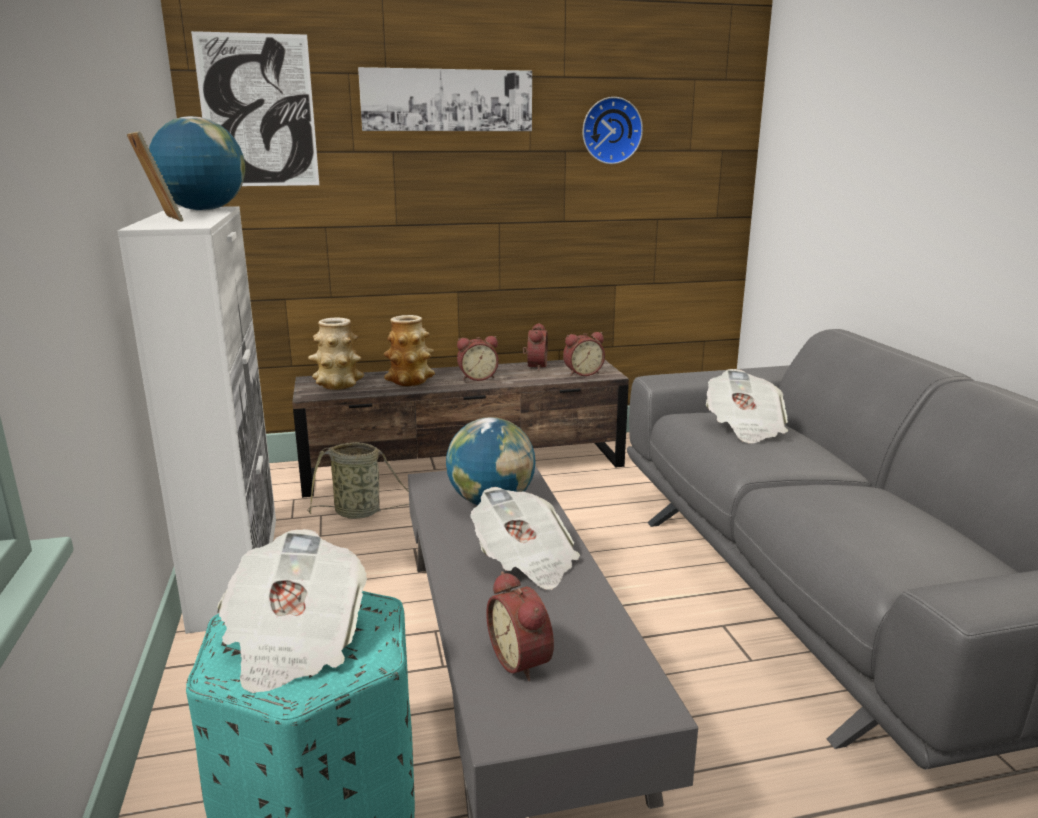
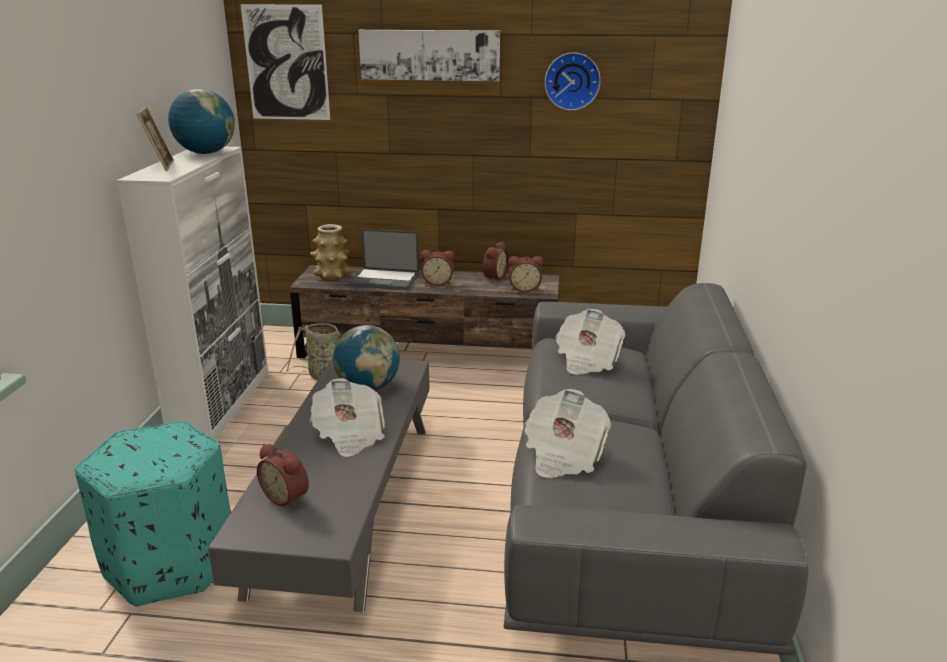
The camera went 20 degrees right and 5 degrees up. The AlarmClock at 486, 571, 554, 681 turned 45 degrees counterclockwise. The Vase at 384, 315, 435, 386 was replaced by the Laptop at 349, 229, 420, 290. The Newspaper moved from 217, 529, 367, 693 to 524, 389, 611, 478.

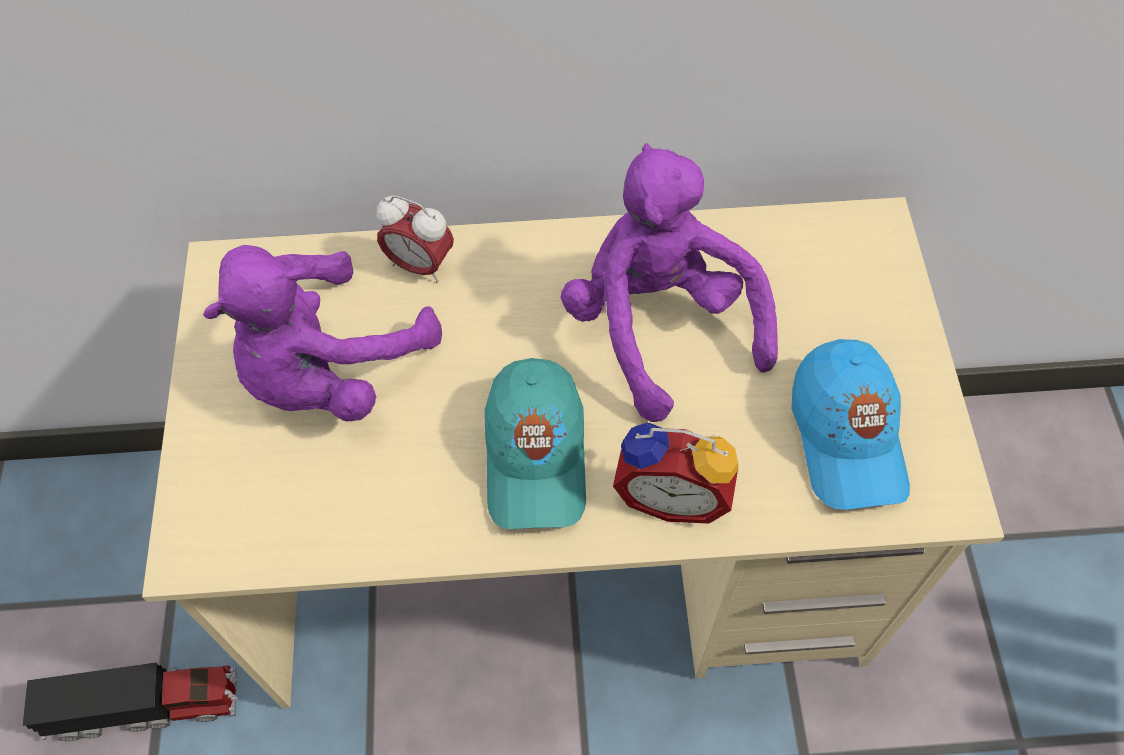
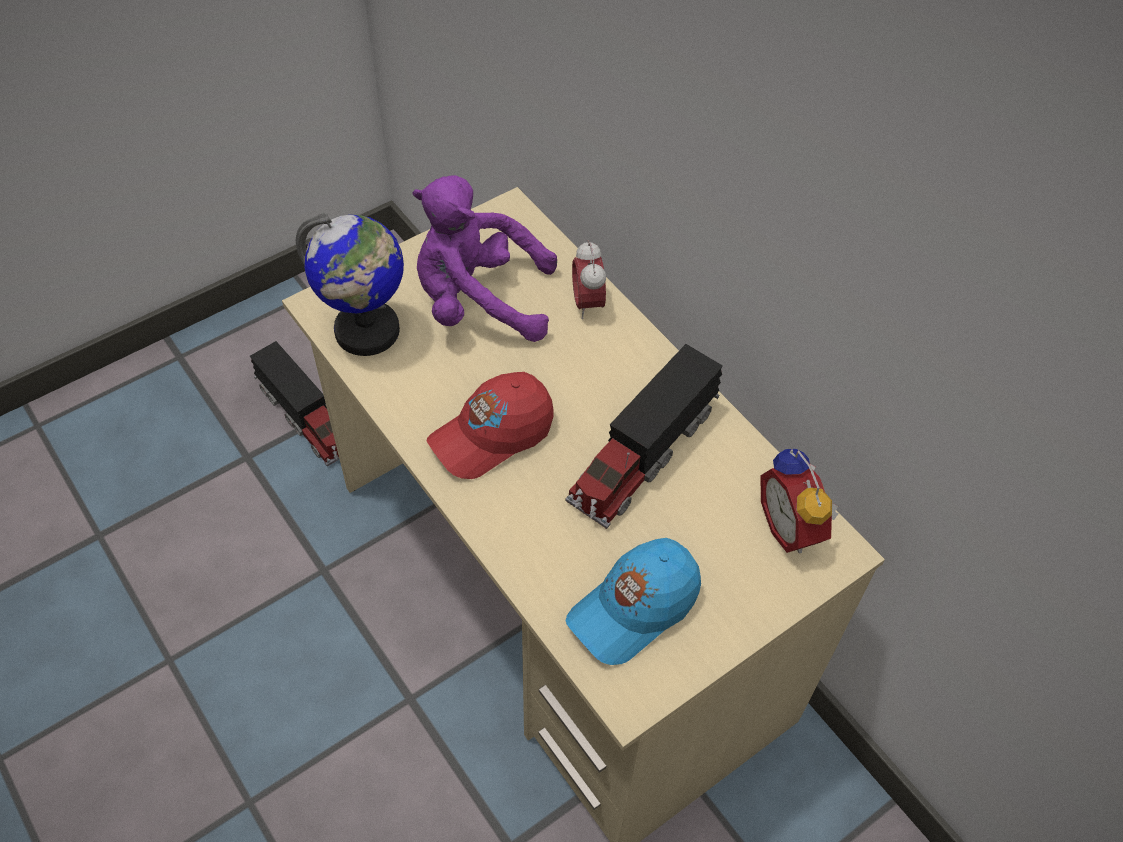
The camera went 55 degrees right and 5 degrees down. The Globe at 296, 212, 404, 356 appeared. The TurquoiseCap at 484, 358, 586, 529 became the RedCap at 427, 372, 553, 479. The PurplePlushToy at 561, 143, 778, 422 was replaced by the ToyTruck at 565, 344, 723, 529. The AlarmClock moved from 613, 422, 739, 524 to 760, 449, 838, 554.

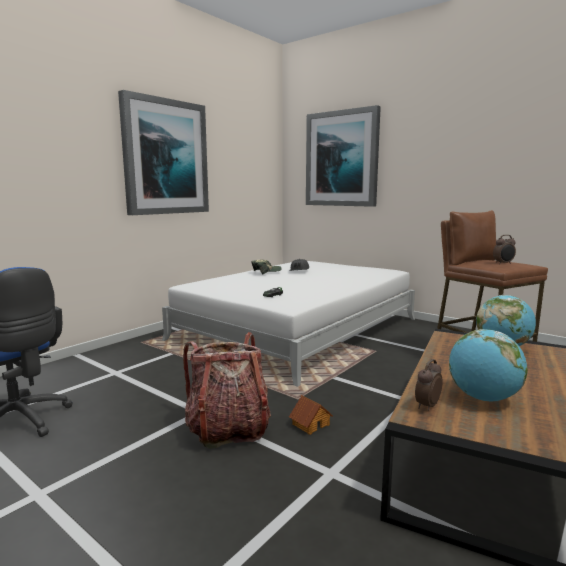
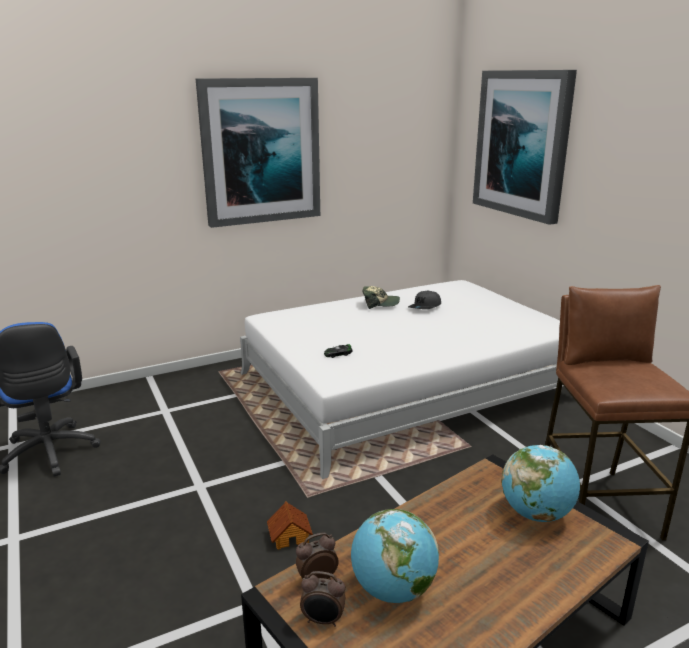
The camera went 25 degrees right and 10 degrees up. The AlarmClock moved from 493, 235, 516, 264 to 300, 571, 345, 627. The Backpack at 183, 332, 271, 449 disappeared.

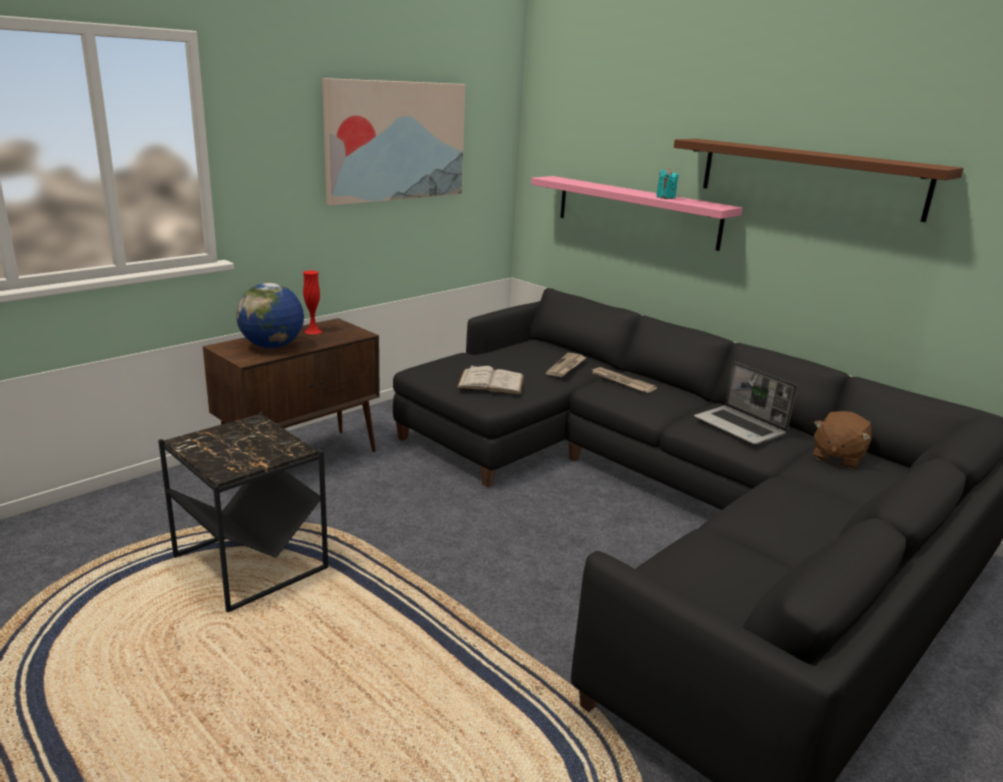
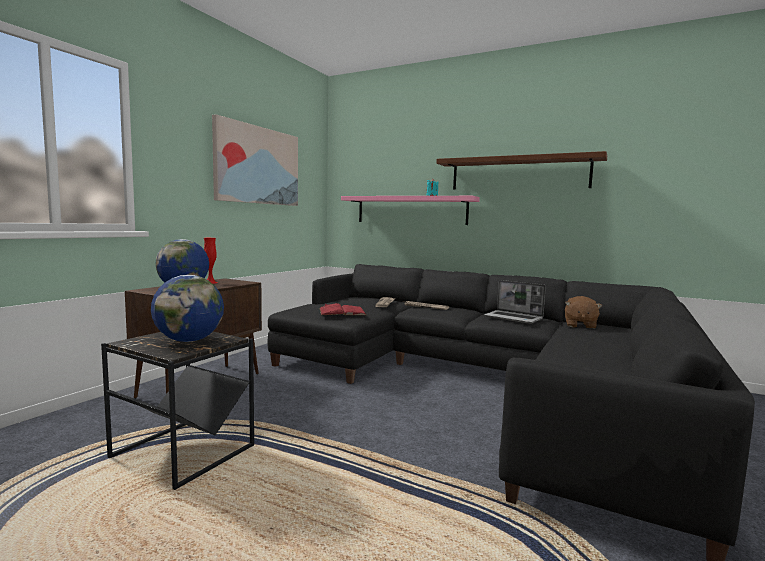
The camera went 15 degrees left and 15 degrees down. The Globe at 151, 275, 224, 342 appeared. The WhiteBook at 457, 365, 524, 394 became the RedBook at 319, 303, 366, 315.

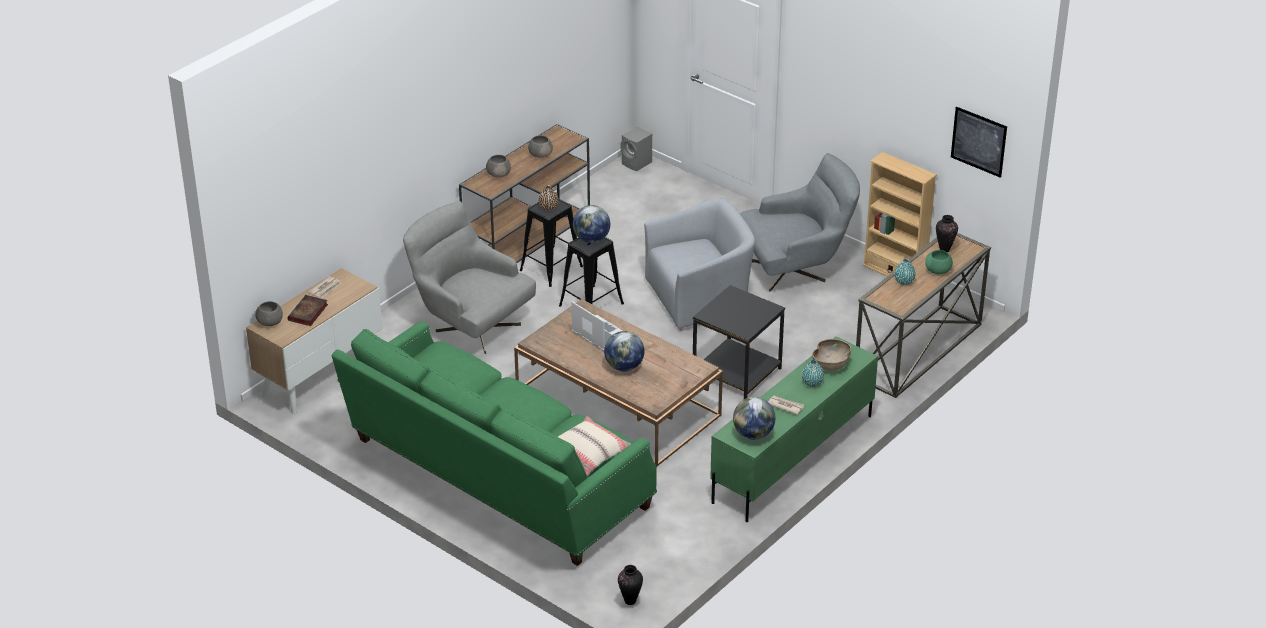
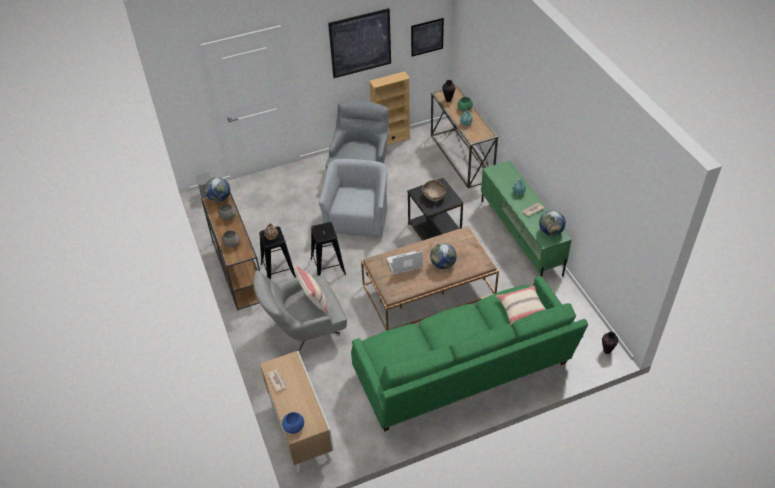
The camera went 60 degrees left and 10 degrees up. The Globe moved from 573, 205, 610, 243 to 205, 177, 230, 202. The GreyBowl at 255, 301, 283, 326 became the BlueBowl at 282, 412, 304, 434. The BeigePillow at 295, 265, 328, 314 appeared. The Picture at 328, 8, 391, 78 appeared. The BrownBowl moved from 812, 339, 851, 371 to 422, 180, 446, 201. The Book at 288, 295, 328, 326 disappeared.

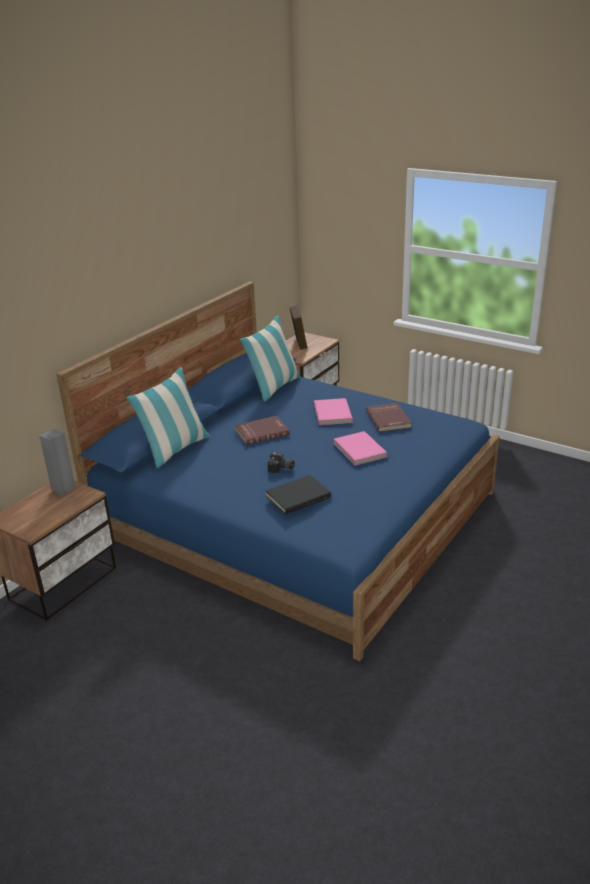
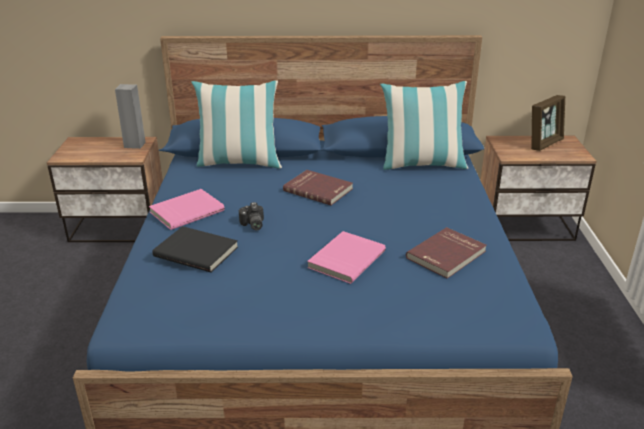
The camera went 55 degrees right and 0 degrees up. The PinkBook moved from 314, 398, 353, 425 to 149, 189, 225, 230.

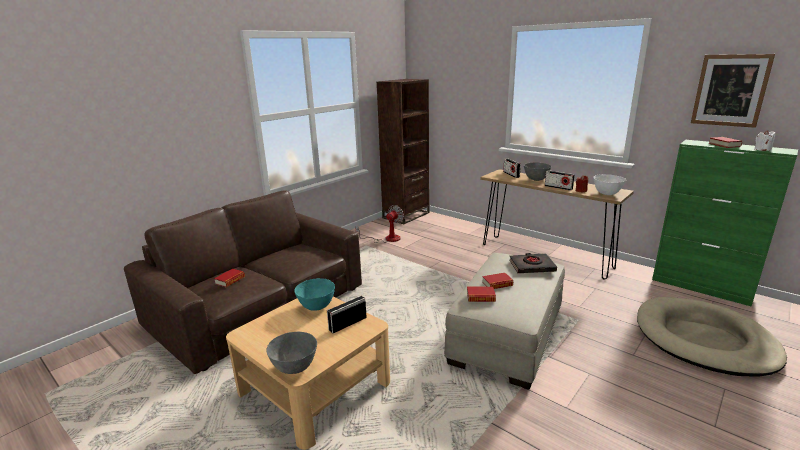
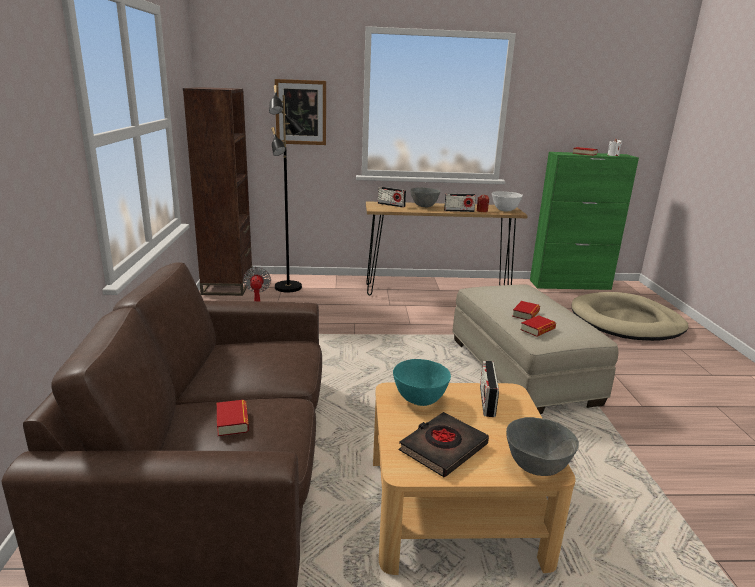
The camera went 45 degrees left and 0 degrees up. The BlackFloorLamp at 269, 85, 305, 292 appeared. The Picture moved from 691, 54, 775, 128 to 275, 79, 326, 145. The BlackBook moved from 509, 253, 557, 273 to 399, 412, 489, 477.

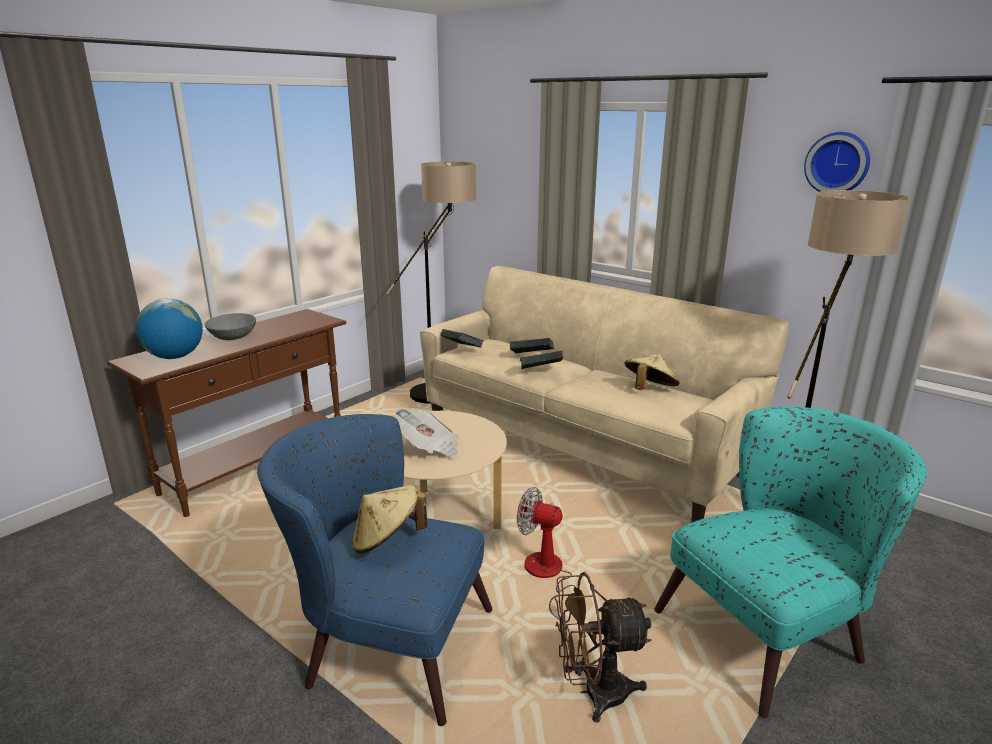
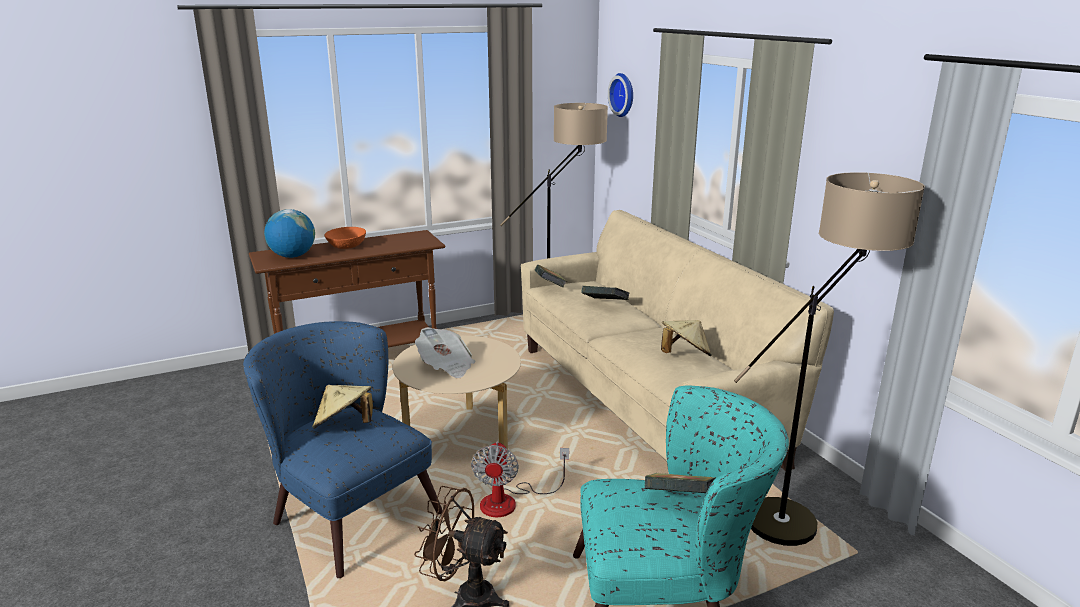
The camera went 25 degrees right and 0 degrees up. The GreyBowl at 204, 313, 256, 340 became the OrangeBowl at 325, 227, 366, 249. The Fan at 517, 487, 582, 623 turned 135 degrees counterclockwise. The WallClock moved from 804, 132, 870, 192 to 608, 73, 633, 117. The Book moved from 520, 350, 563, 369 to 645, 473, 716, 493.

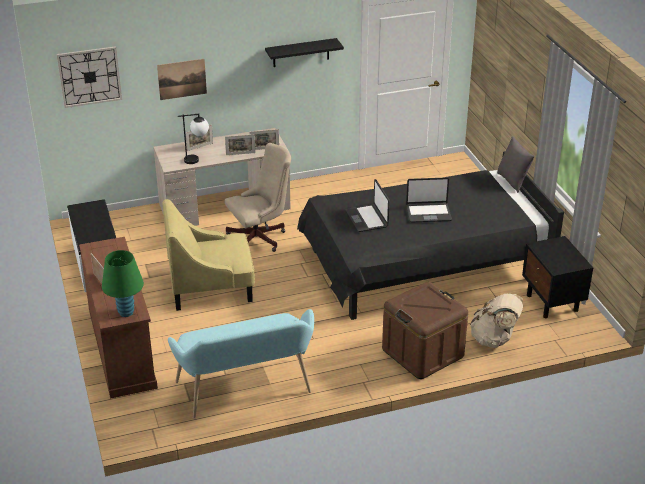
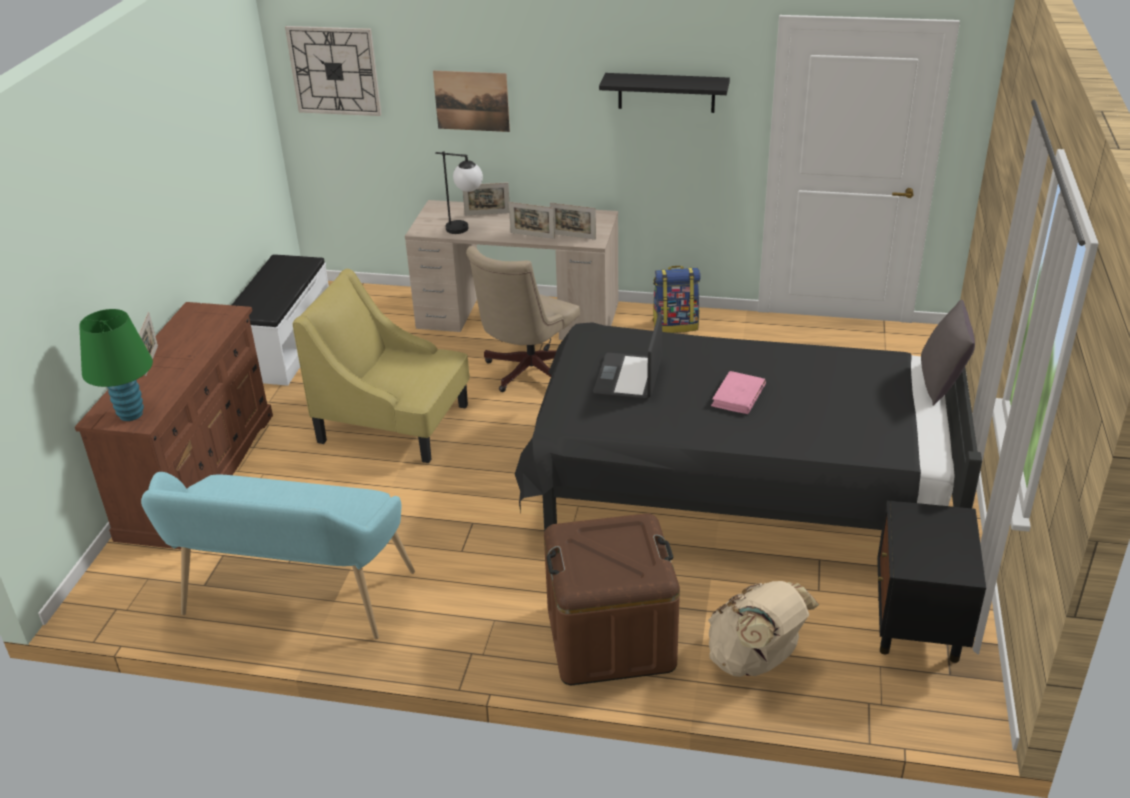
The camera went 30 degrees right and 0 degrees up. The BeigeOfficeChair at 225, 143, 291, 252 turned 120 degrees clockwise. The Backpack at 652, 266, 701, 333 appeared. The Laptop at 406, 177, 452, 222 was replaced by the PinkBook at 711, 371, 766, 414.

